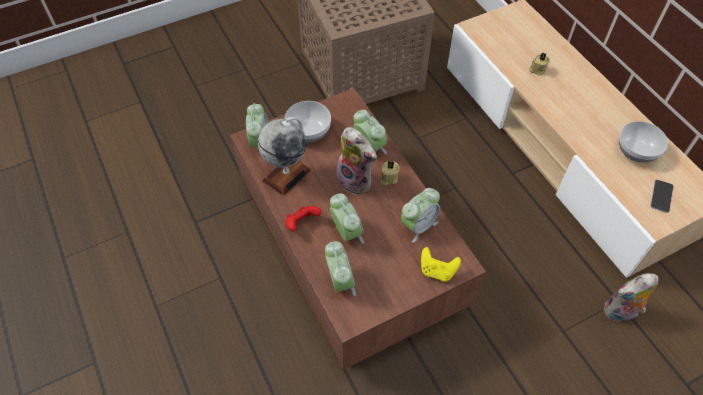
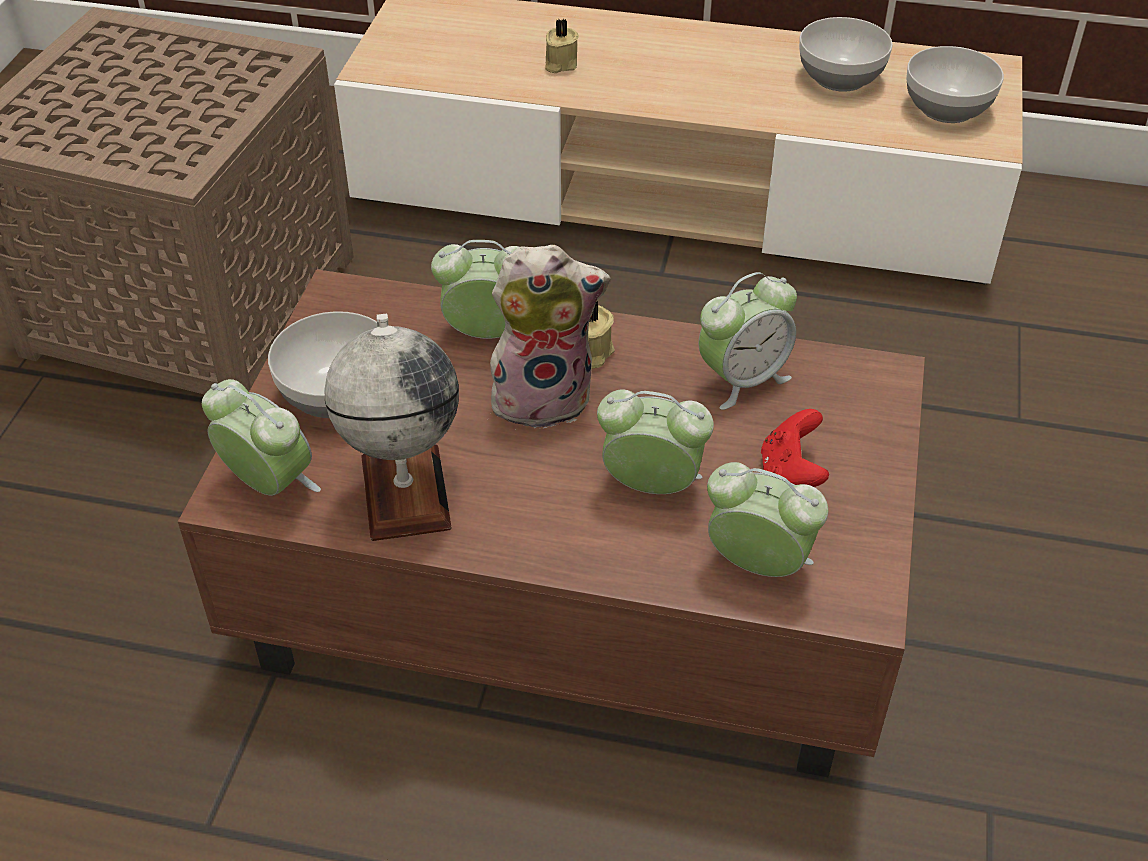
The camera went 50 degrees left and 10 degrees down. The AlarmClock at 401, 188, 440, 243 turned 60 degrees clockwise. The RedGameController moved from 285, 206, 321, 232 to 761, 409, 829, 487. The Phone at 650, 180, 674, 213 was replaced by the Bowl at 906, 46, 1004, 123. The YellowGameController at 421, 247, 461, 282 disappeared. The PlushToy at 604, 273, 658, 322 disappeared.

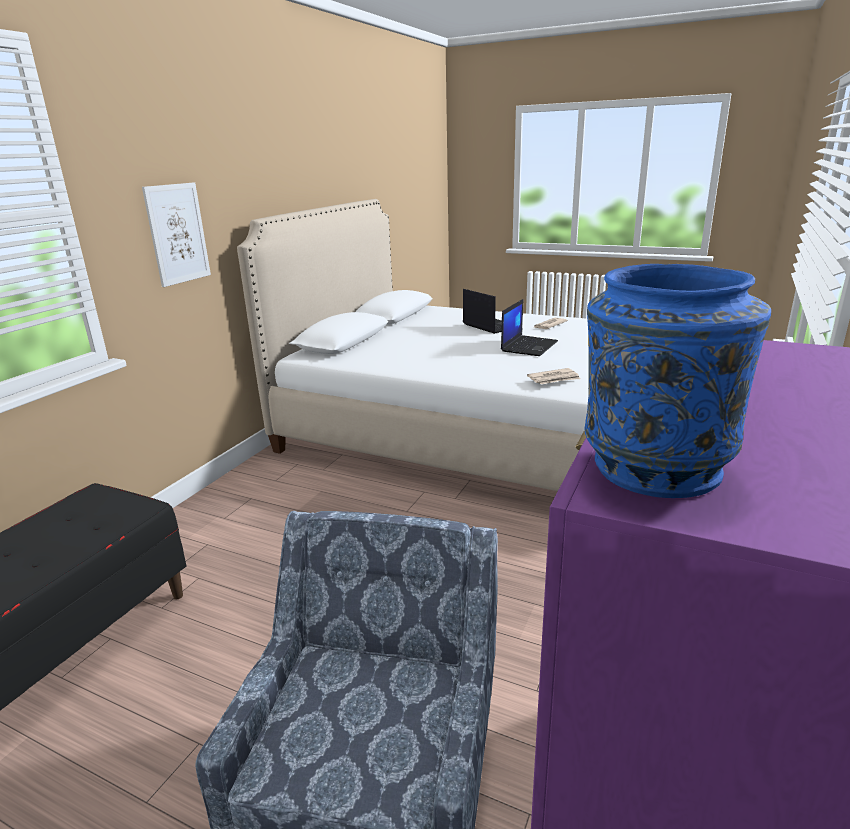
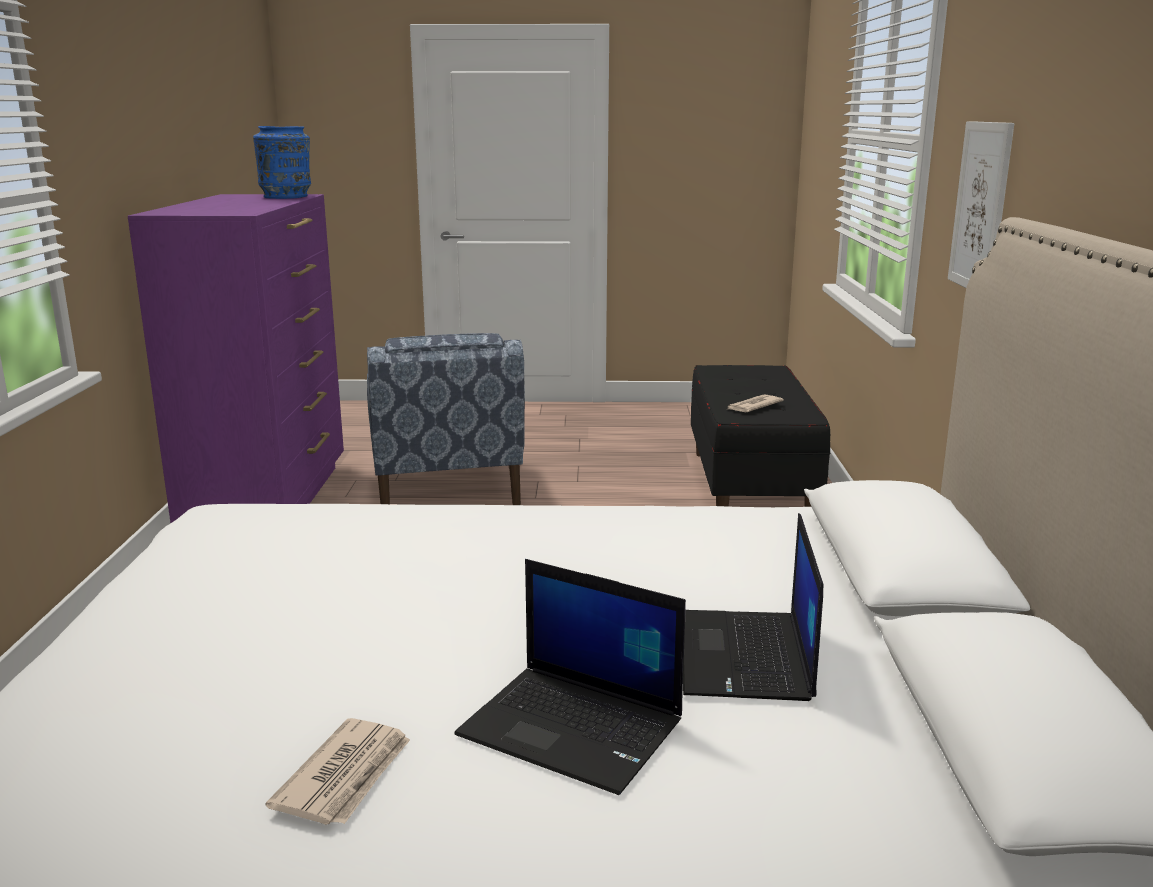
The camera went 155 degrees right and 5 degrees down. The Laptop moved from 501, 299, 558, 356 to 683, 513, 823, 701. The Newspaper moved from 527, 368, 580, 384 to 728, 394, 784, 412.

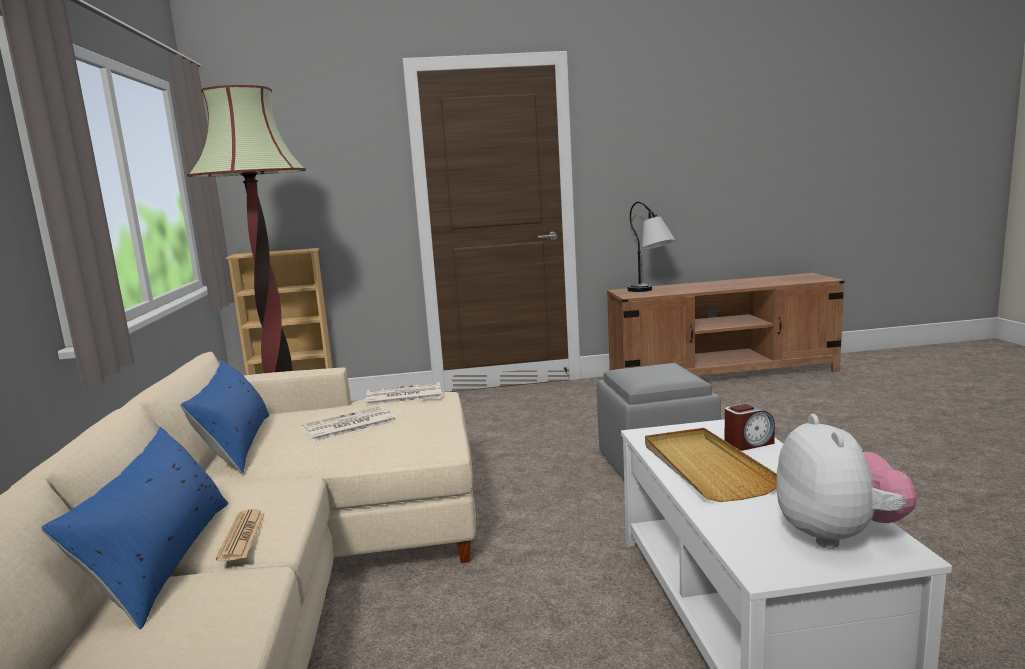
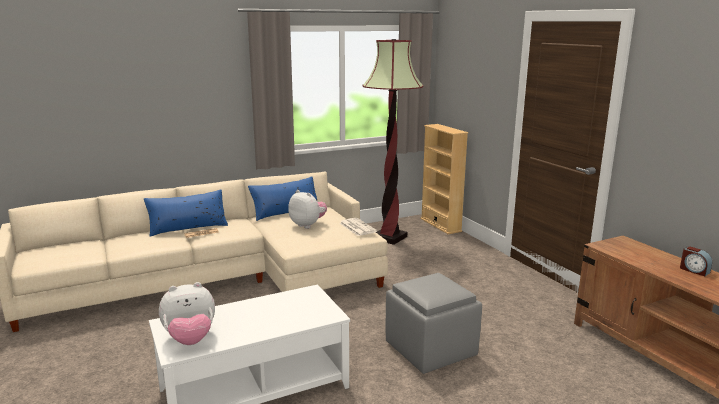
The camera went 70 degrees right and 5 degrees up. The Newspaper at 302, 406, 396, 442 was replaced by the PlushToy at 288, 190, 327, 229. The AlarmClock moved from 725, 404, 775, 451 to 680, 246, 713, 276. The TableLamp at 628, 202, 675, 292 disappeared. The BeigeTray at 645, 428, 777, 502 disappeared.

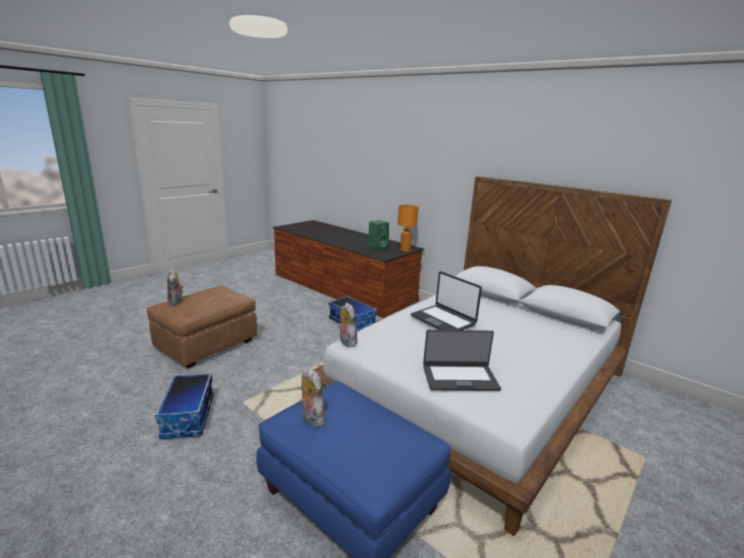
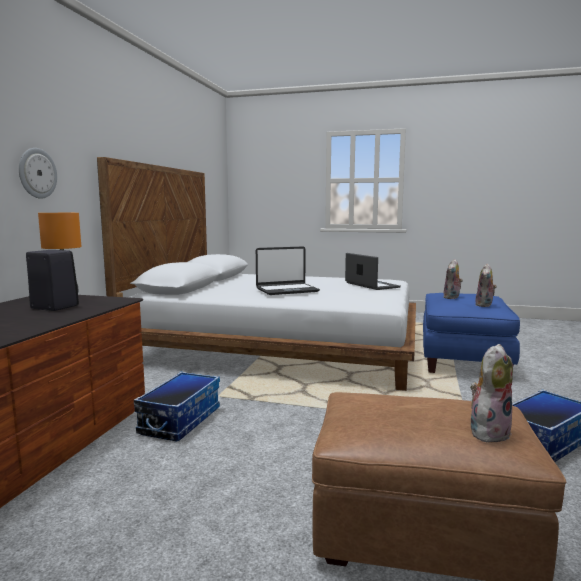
The camera went 115 degrees left and 10 degrees down. The WallClock at 19, 148, 57, 199 appeared. The GreenSpeaker at 368, 220, 389, 250 became the BlackSpeaker at 26, 250, 79, 311. The Laptop at 411, 272, 482, 330 turned 45 degrees clockwise. The PlushToy moved from 338, 303, 357, 347 to 443, 259, 463, 299.

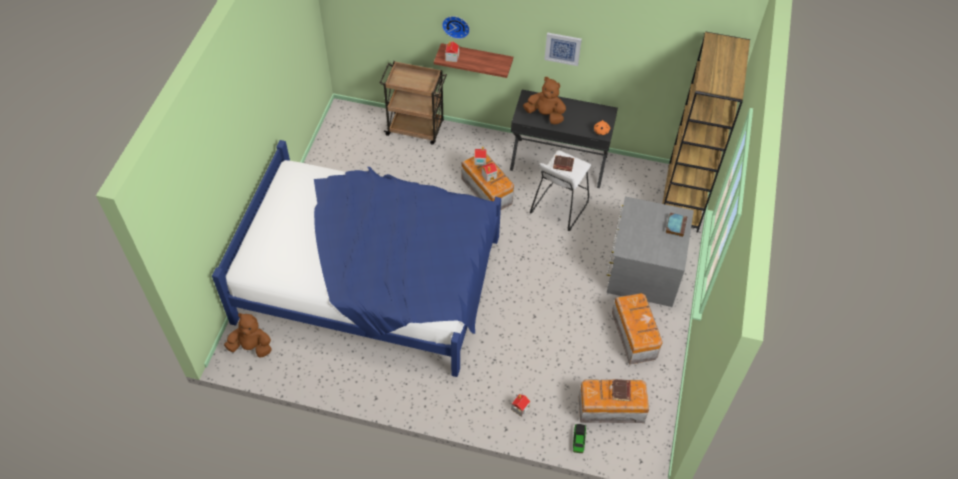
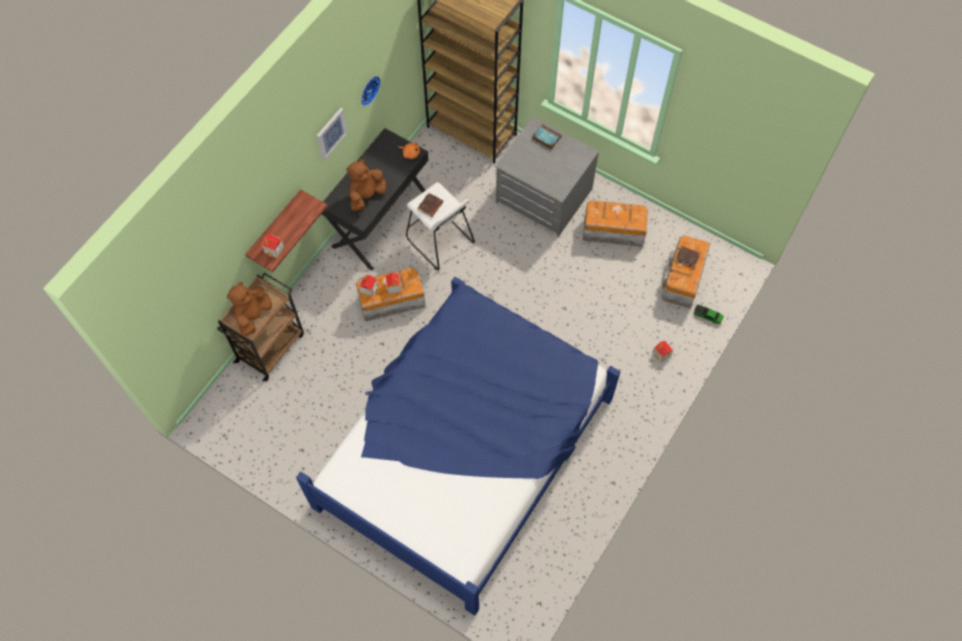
The camera went 70 degrees left and 10 degrees up. The BrownPlushToy moved from 224, 313, 272, 358 to 227, 282, 272, 336. The WallClock moved from 442, 16, 470, 39 to 361, 76, 381, 106.

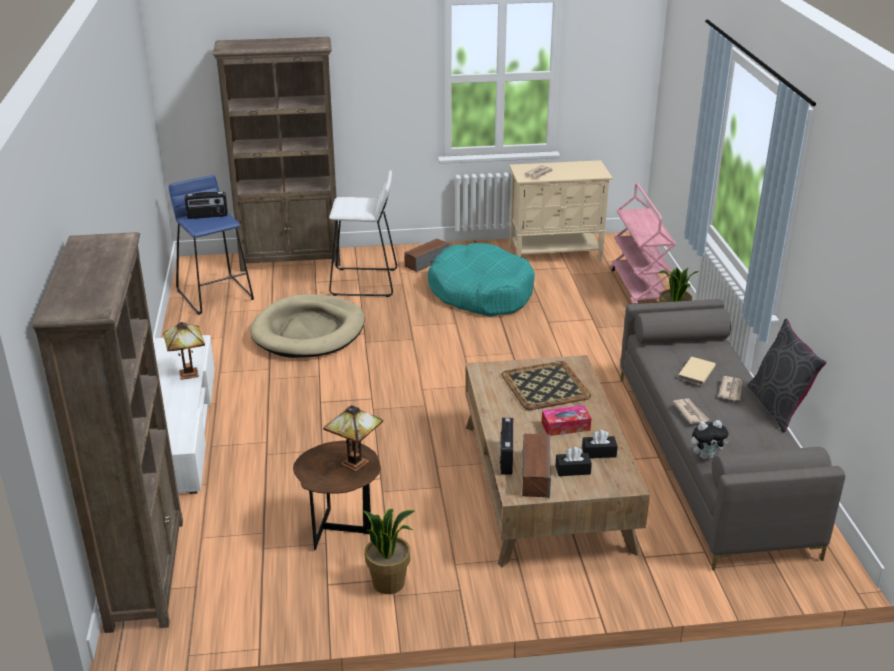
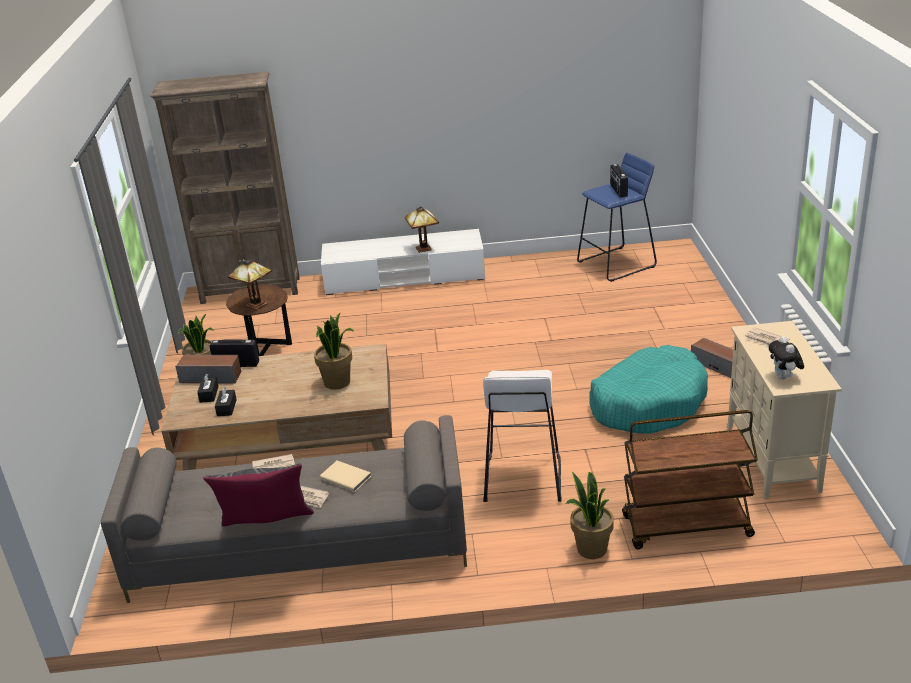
The camera went 95 degrees right and 0 degrees up. The Tray at 501, 361, 591, 410 was replaced by the PottedPlant at 314, 312, 354, 390. The WhiteStool moved from 329, 170, 397, 297 to 483, 370, 562, 502. The PinkCart at 611, 183, 676, 304 became the BrownCart at 622, 410, 758, 549. The PlushToy moved from 691, 420, 729, 459 to 769, 336, 804, 380. The BrownBookcase at 212, 37, 340, 272 disappeared. The BeigeDogBed at 250, 294, 365, 358 disappeared. The TissueBox at 542, 405, 591, 436 disappeared.

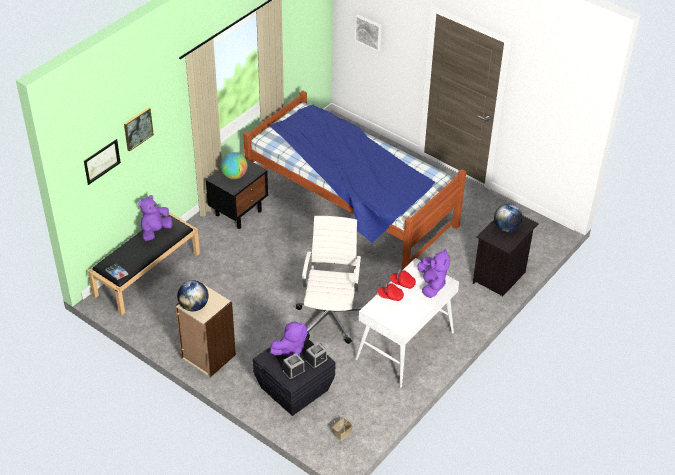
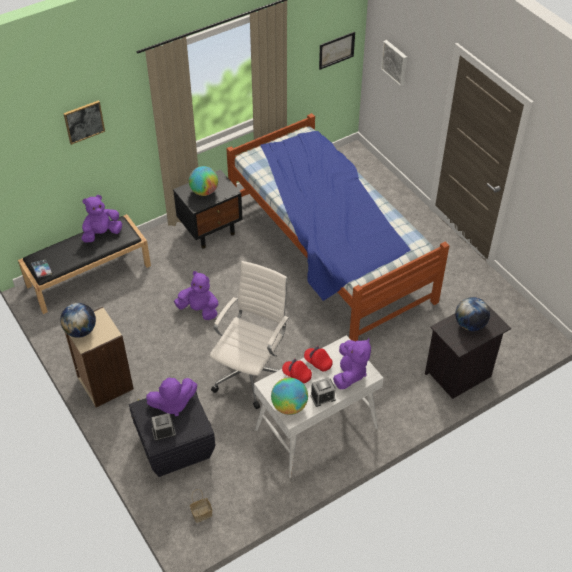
The camera went 20 degrees right and 5 degrees up. The PurplePlushToy at 174, 271, 218, 320 appeared. The Globe at 271, 378, 308, 415 appeared. The AlarmClock moved from 306, 342, 328, 369 to 310, 377, 336, 407. The Picture moved from 84, 139, 121, 185 to 319, 32, 355, 70.

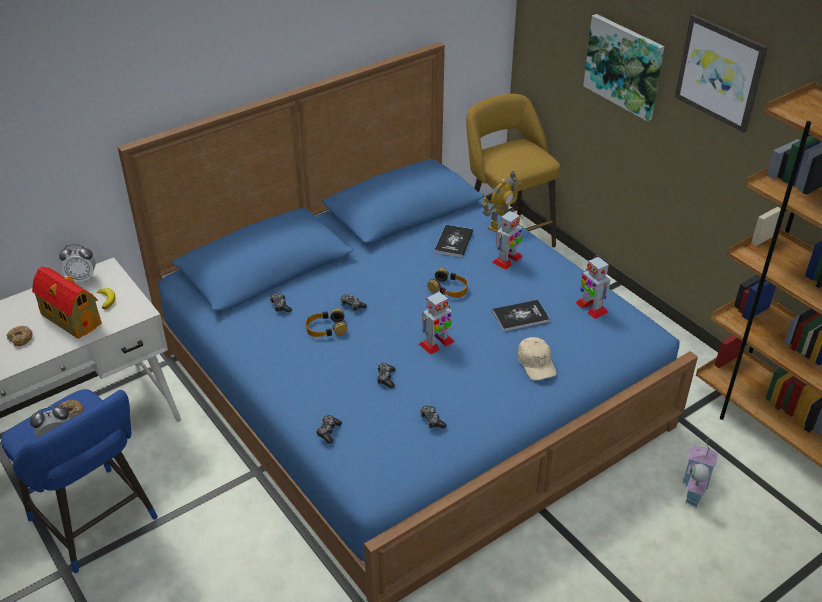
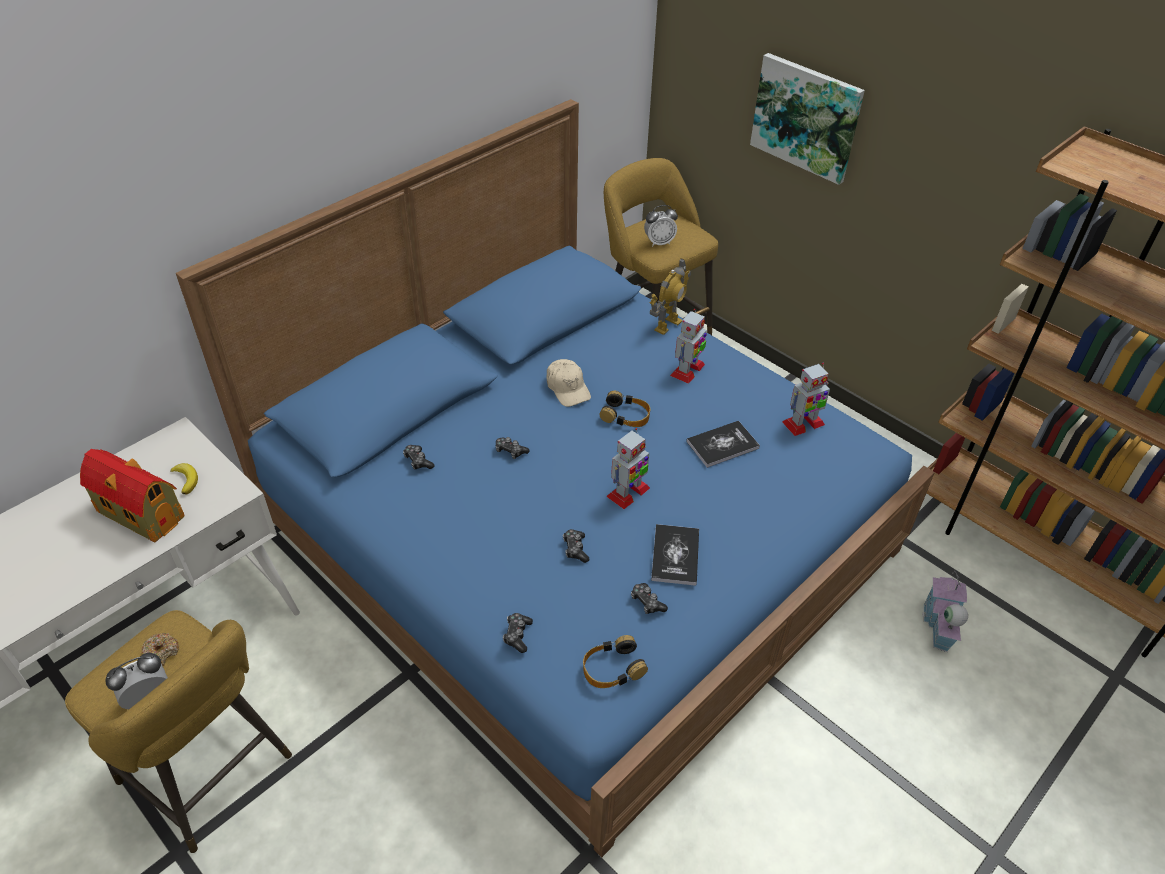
The camera went 10 degrees left and 5 degrees up. The BlueStool at 1, 389, 158, 573 became the YellowStool at 65, 610, 292, 853. The BeigeCap moved from 518, 337, 557, 380 to 546, 359, 591, 407. The Headphones moved from 306, 308, 347, 337 to 583, 635, 648, 688. The AlarmClock moved from 59, 244, 96, 282 to 644, 205, 678, 247. The Book moved from 434, 225, 473, 258 to 651, 524, 699, 586. The ToyRobot at 575, 255, 610, 319 turned 75 degrees counterclockwise. The Donut at 7, 326, 33, 346 disappeared. The Picture at 675, 14, 768, 133 disappeared.

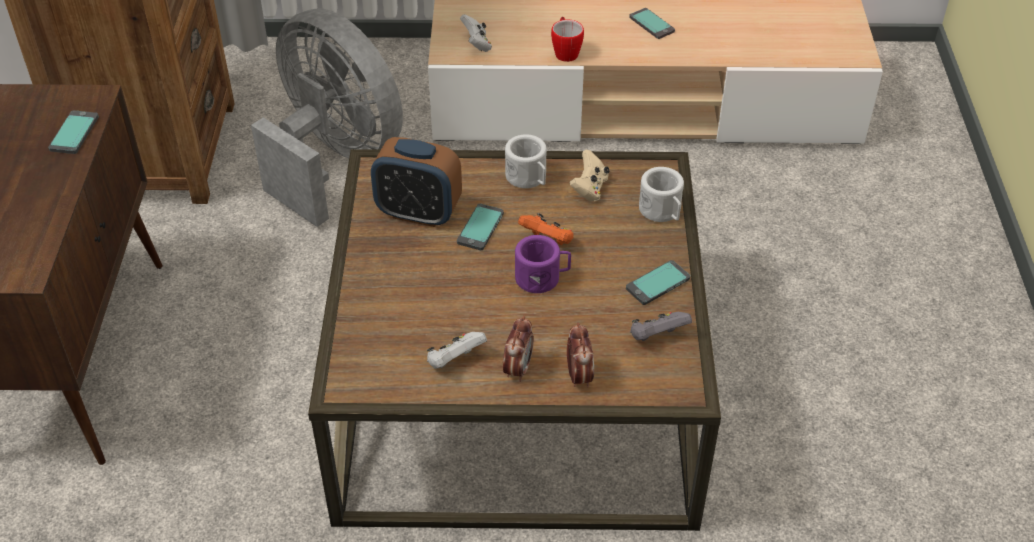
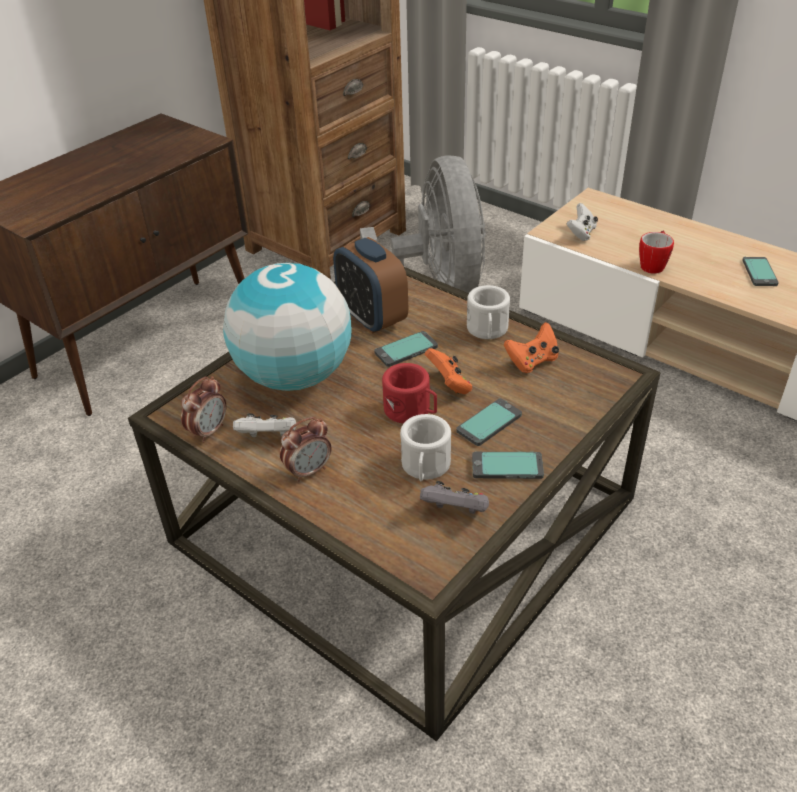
The camera went 40 degrees right and 5 degrees down. The AlarmClock moved from 567, 323, 594, 388 to 181, 376, 226, 443. The Globe at 223, 263, 351, 391 appeared. The PurpleMug at 515, 235, 571, 293 became the RedMug at 382, 363, 437, 424. The WhiteMug moved from 639, 167, 684, 222 to 400, 414, 451, 481. The Phone moved from 48, 110, 99, 154 to 456, 399, 522, 446. The BeigeGameController at 570, 150, 610, 202 became the OrangeGameController at 504, 322, 559, 373.

